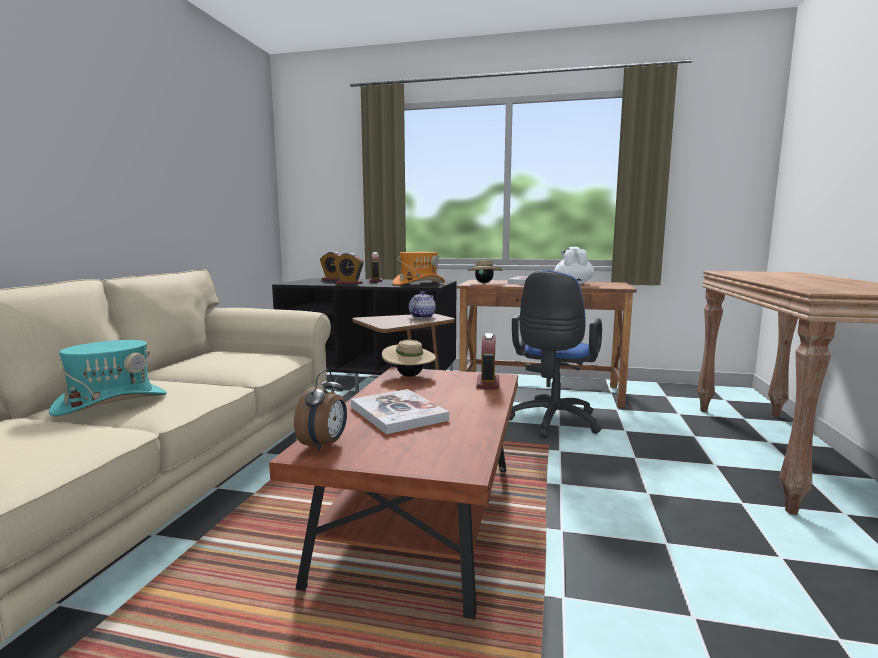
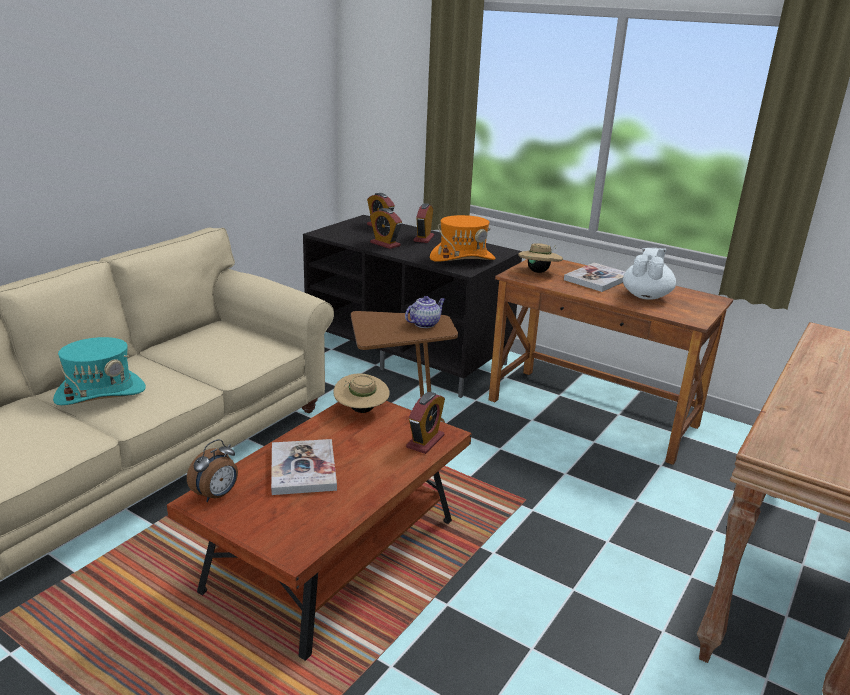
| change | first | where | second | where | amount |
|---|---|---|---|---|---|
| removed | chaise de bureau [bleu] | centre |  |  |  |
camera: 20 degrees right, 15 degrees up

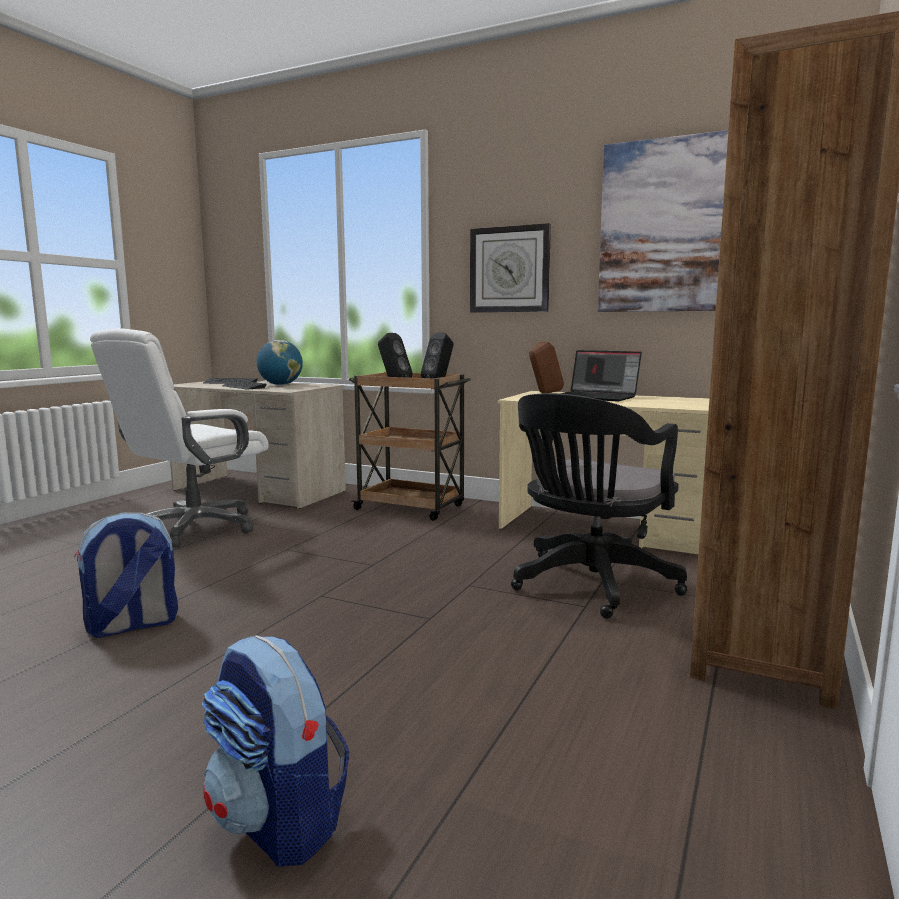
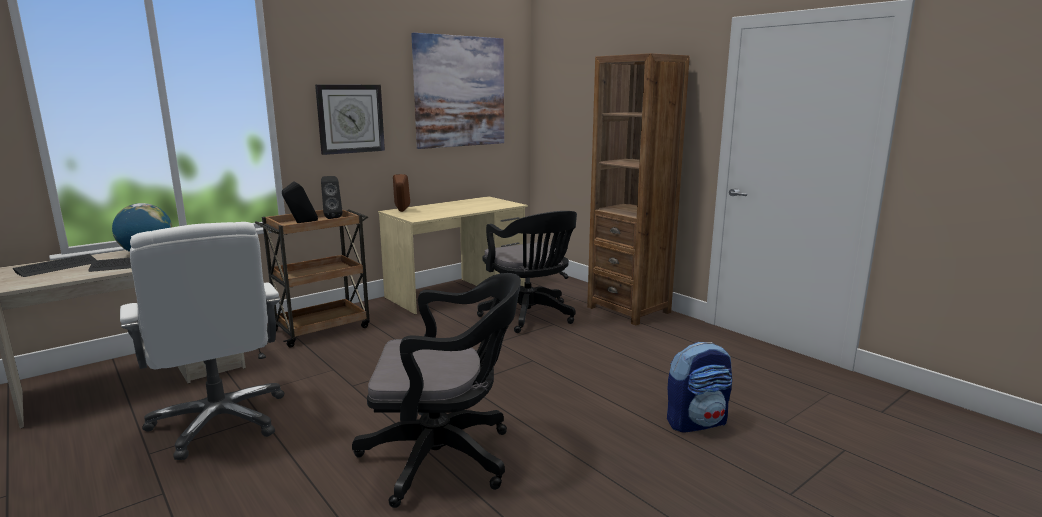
| change | first | where | second | where | amount |
|---|---|---|---|---|---|
| removed | ordinateur portable | middle right |  |  |  |
| replaced | sac à dos (1st from left) | middle left | chaise de bureau [noir] (1st from left) | bottom centre |  |
camera: 65 degrees left, 5 degrees up

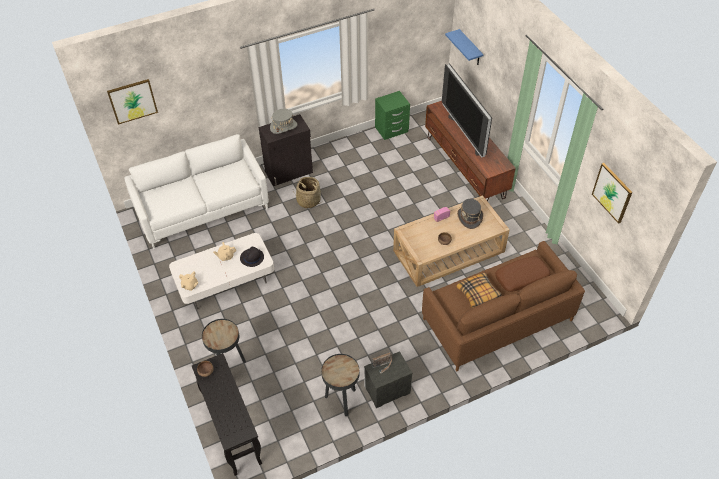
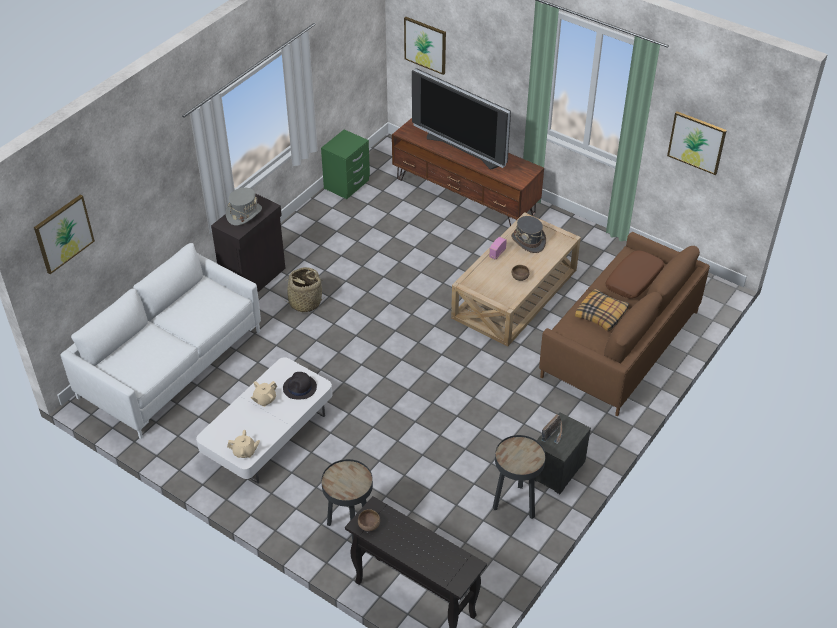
| change | first | where | second | where | amount |
|---|---|---|---|---|---|
| replaced | étagère [bleu] | top centre | tableau (2nd from left) | top centre |  |
camera: 30 degrees left, 5 degrees down

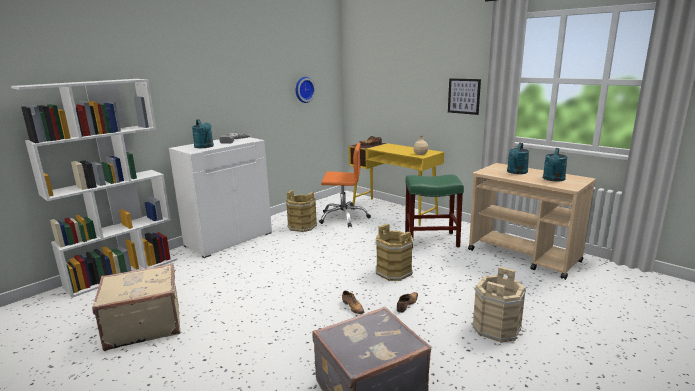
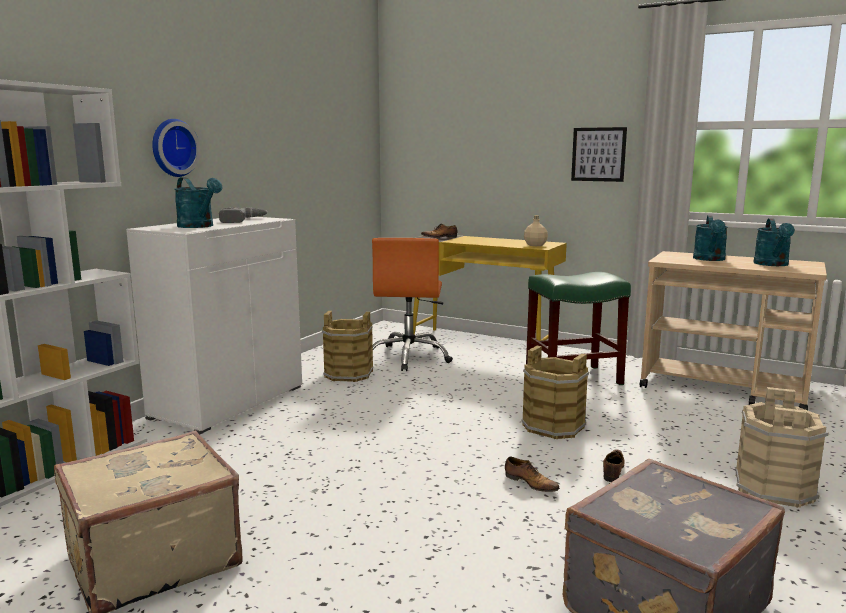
| change | first | where | second | where | amount |
|---|---|---|---|---|---|
| moved | horloge murale | top centre |  | top left |  |
| turned | chaise de bureau [orange] | centre |  | centre | 105 degrees clockwise |
camera: 15 degrees left, 5 degrees down

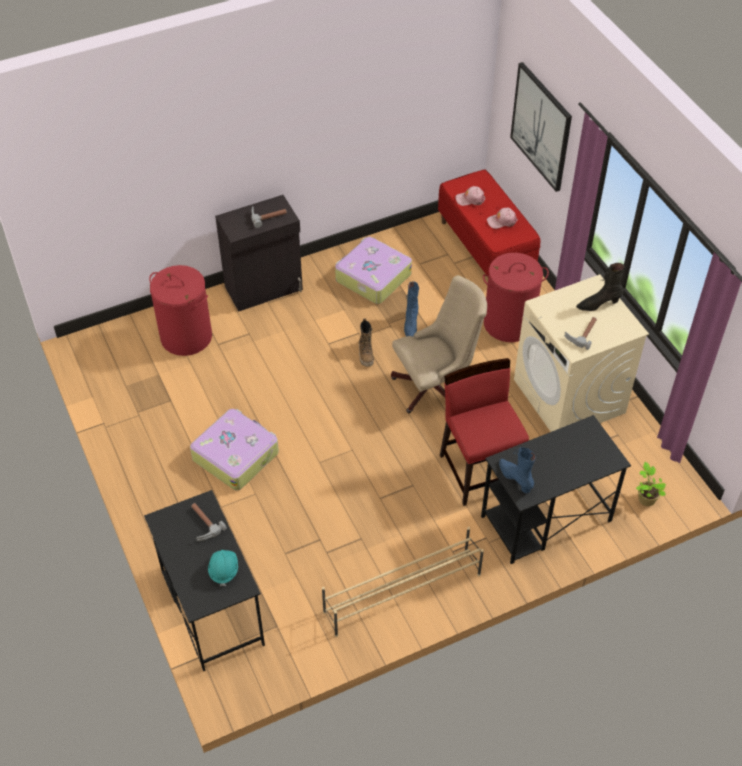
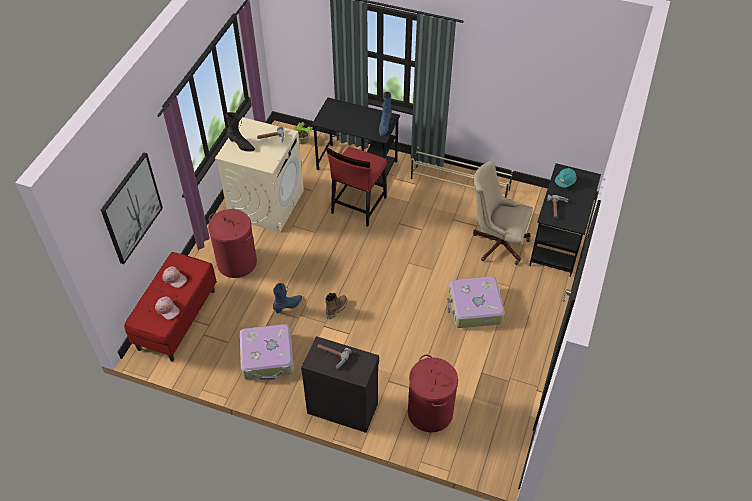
| change | first | where | second | where | amount |
|---|---|---|---|---|---|
| moved | chaise de bureau [beige] | centre |  | middle right |  |
camera: 135 degrees left, 0 degrees up

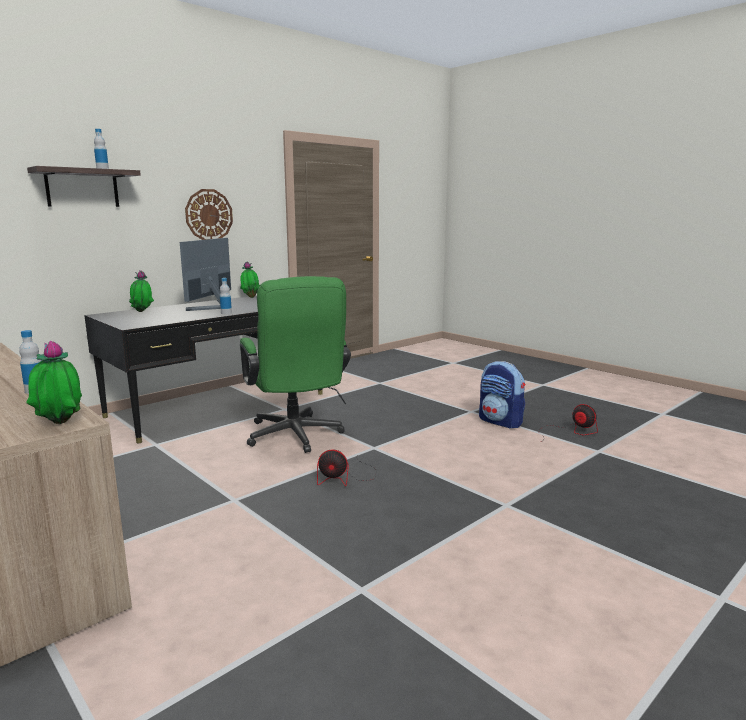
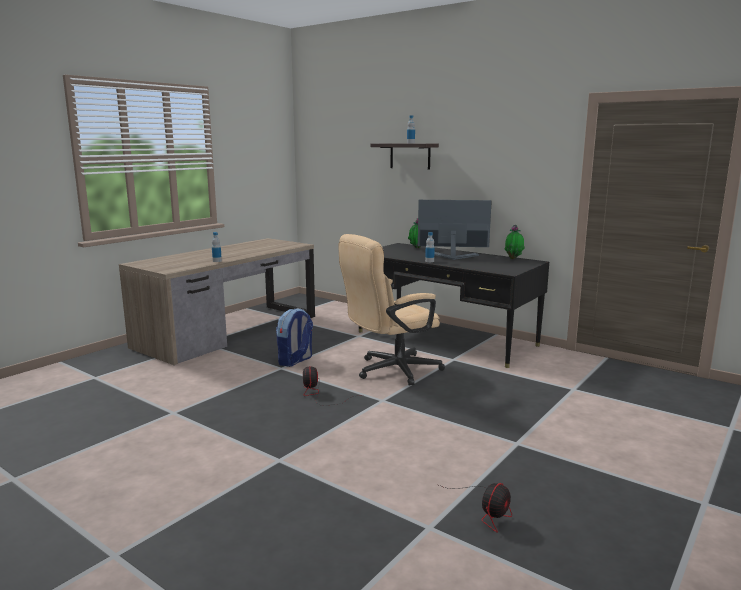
| change | first | where | second | where | amount |
|---|---|---|---|---|---|
| removed | plante en pot (1st from left) | middle left |  |  |  |
| removed | horloge murale | top left |  |  |  |
| moved | sac à dos | middle right |  | centre |  |
| recoloured | chaise de bureau [vert] | centre | chaise de bureau [beige] | centre |  |
camera: 80 degrees right, 0 degrees up

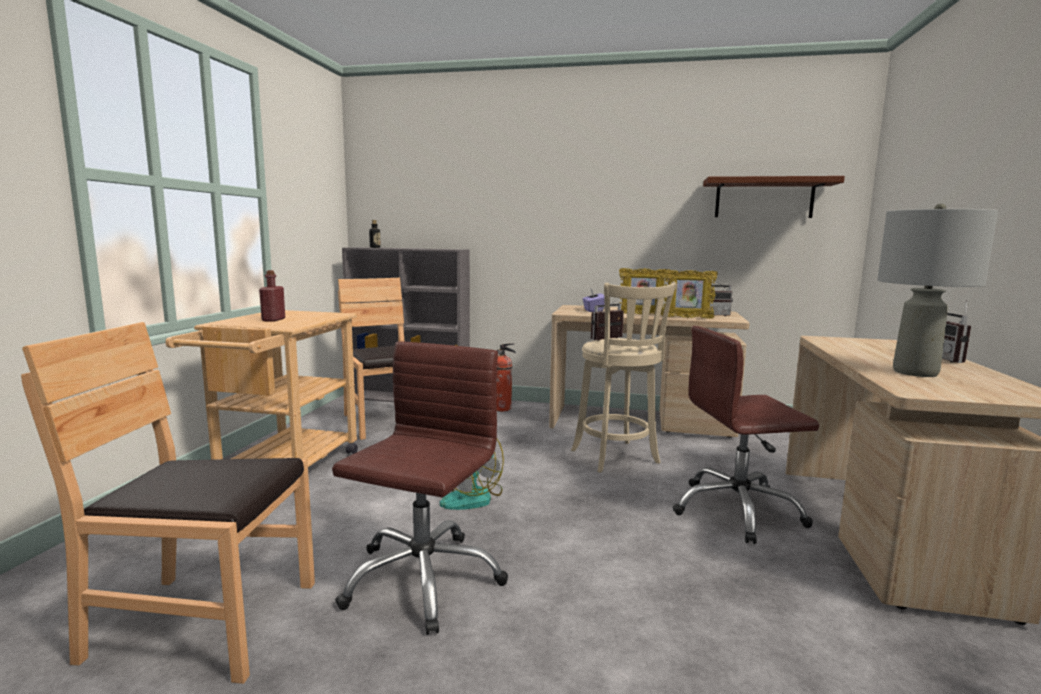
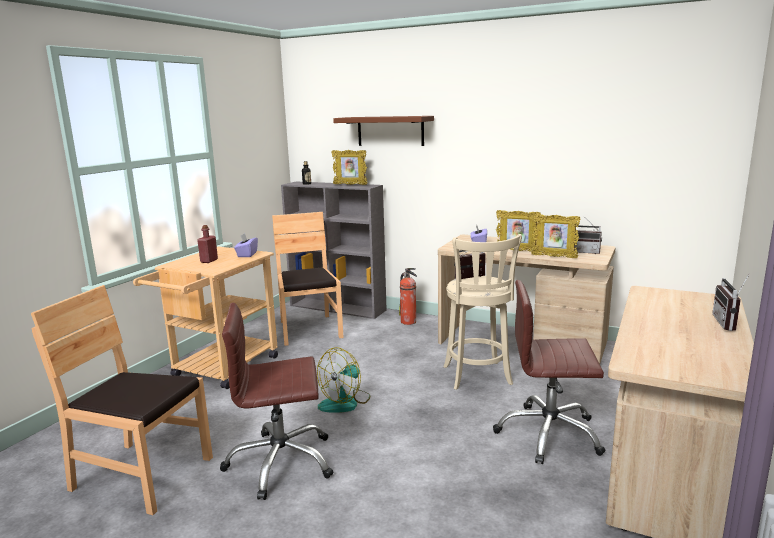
| change | first | where | second | where | amount |
|---|---|---|---|---|---|
| removed | lampe de table [gris] | middle right |  |  |  |
| added |  |  | boîte à mouchoirs [violet] (1st from left) | middle left |  |
| added |  |  | cadre photo (1st from left) | top centre |  |
| moved | étagère [marron] | top right |  | top centre |  |
| turned | chaise de bureau [marron] (1st from left) | bottom centre |  | bottom centre | 135 degrees counterclockwise |
camera: 15 degrees right, 5 degrees up

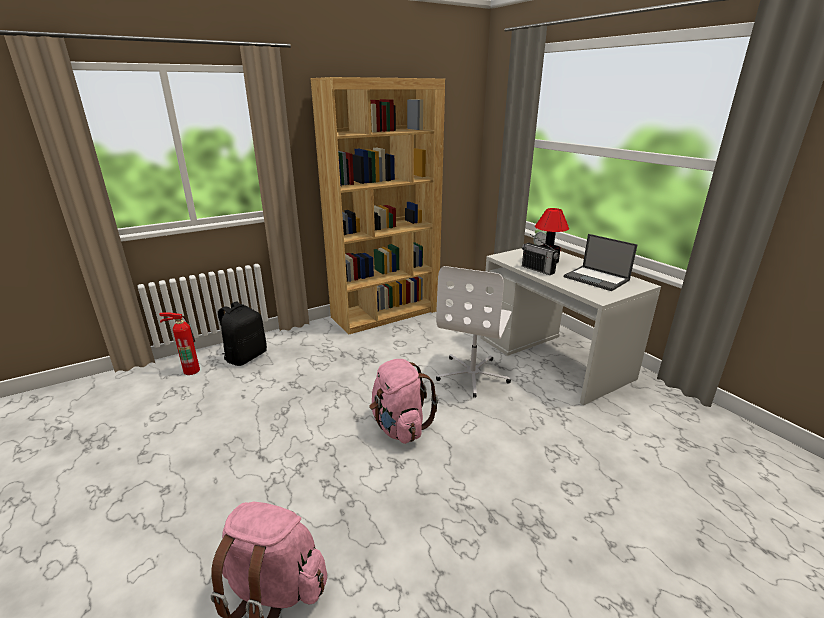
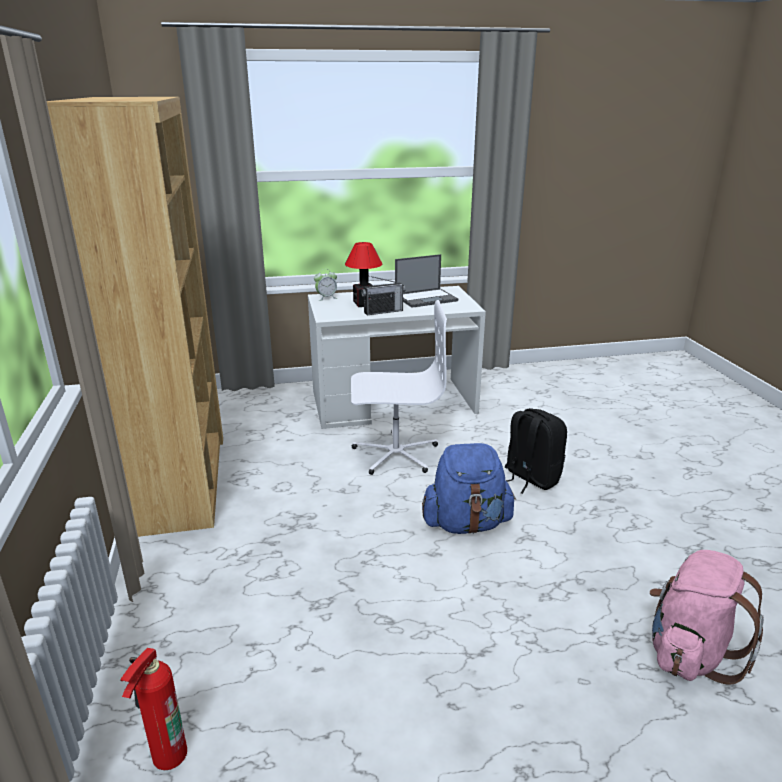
| change | first | where | second | where | amount |
|---|---|---|---|---|---|
| moved | sac à dos [noir] | middle left |  | middle right |  |
| recoloured | sac à dos [rose] (2nd from left) | centre | sac à dos [bleu] | centre |  |
| turned | chaise de bureau [blanc] | centre |  | centre | 45 degrees counterclockwise |
camera: 70 degrees left, 0 degrees up

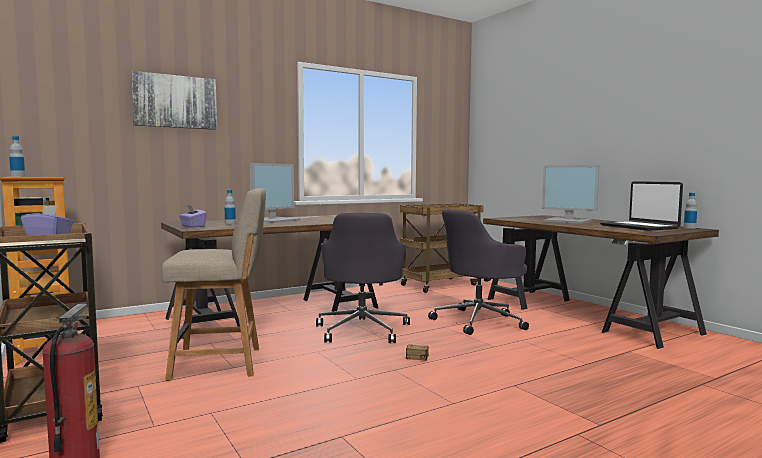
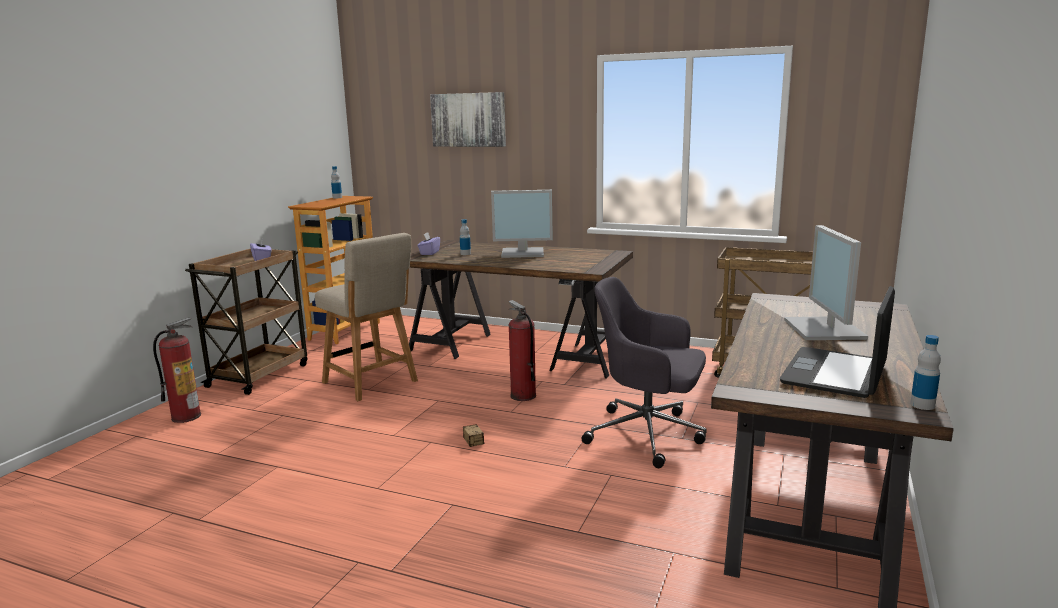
| change | first | where | second | where | amount |
|---|---|---|---|---|---|
| replaced | chaise de bureau [gris] (1st from left) | centre | extincteur (2nd from left) | centre |  |
camera: 55 degrees right, 10 degrees up

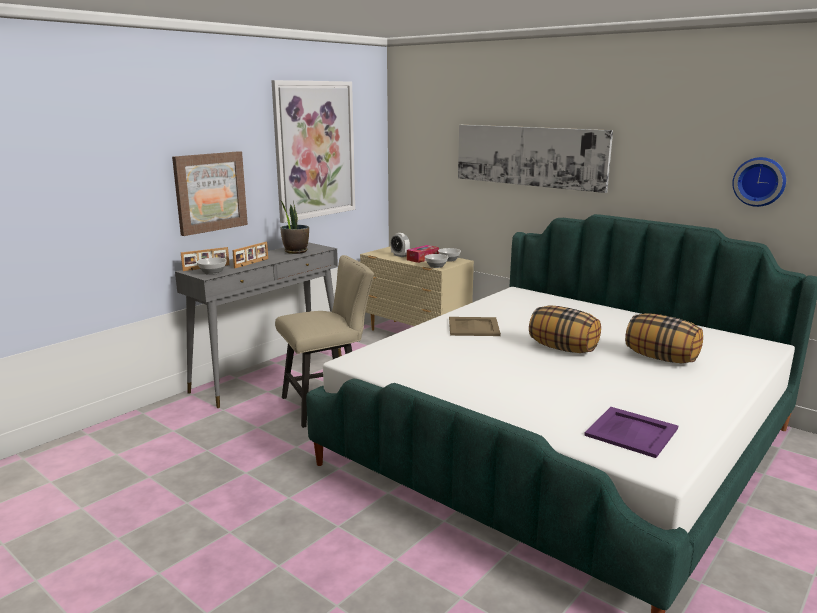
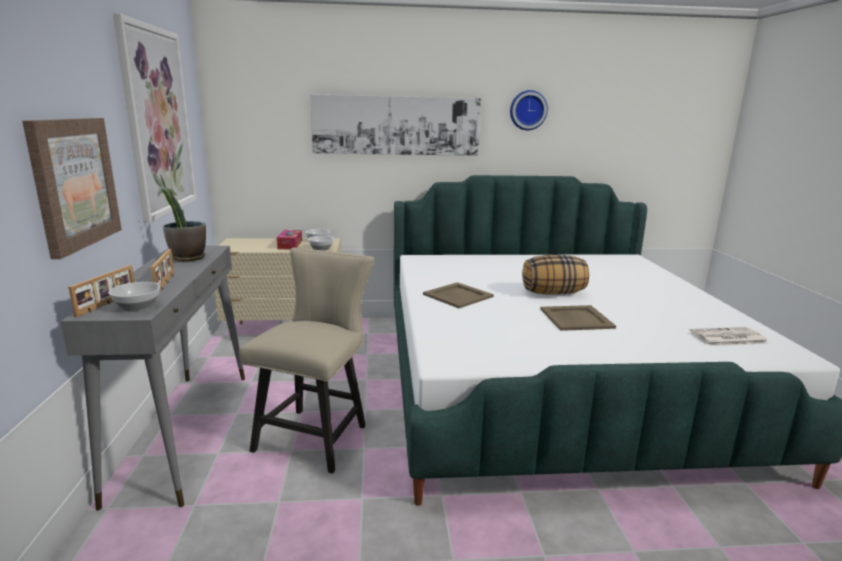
| change | first | where | second | where | amount |
|---|---|---|---|---|---|
| removed | réveil | centre |  |  |  |
| removed | coussin (2nd from left) | middle right |  |  |  |
| added |  |  | plateau [beige] (2nd from left) | middle right |  |
| moved | horloge murale | top right |  | top centre |  |
| replaced | plateau [violet] | bottom right | journal | middle right |  |
camera: 45 degrees left, 0 degrees up

